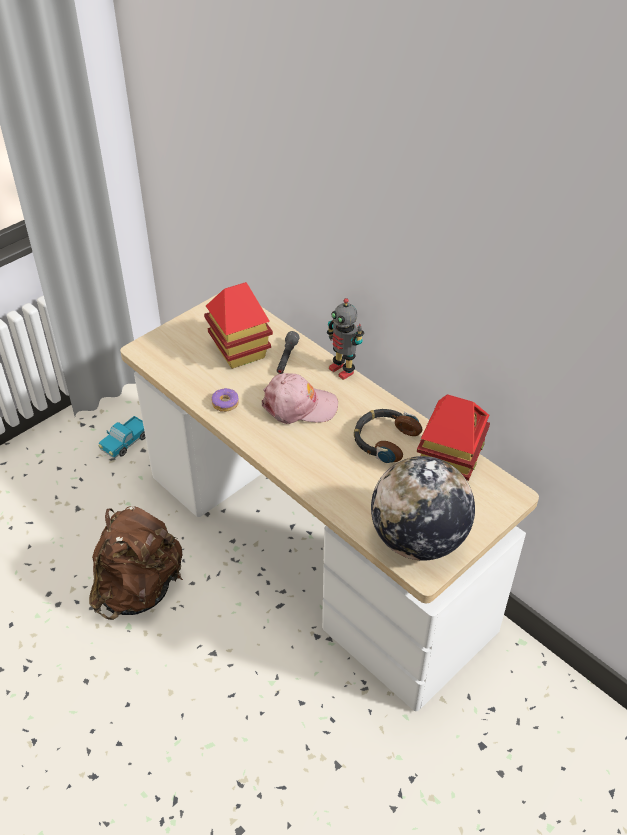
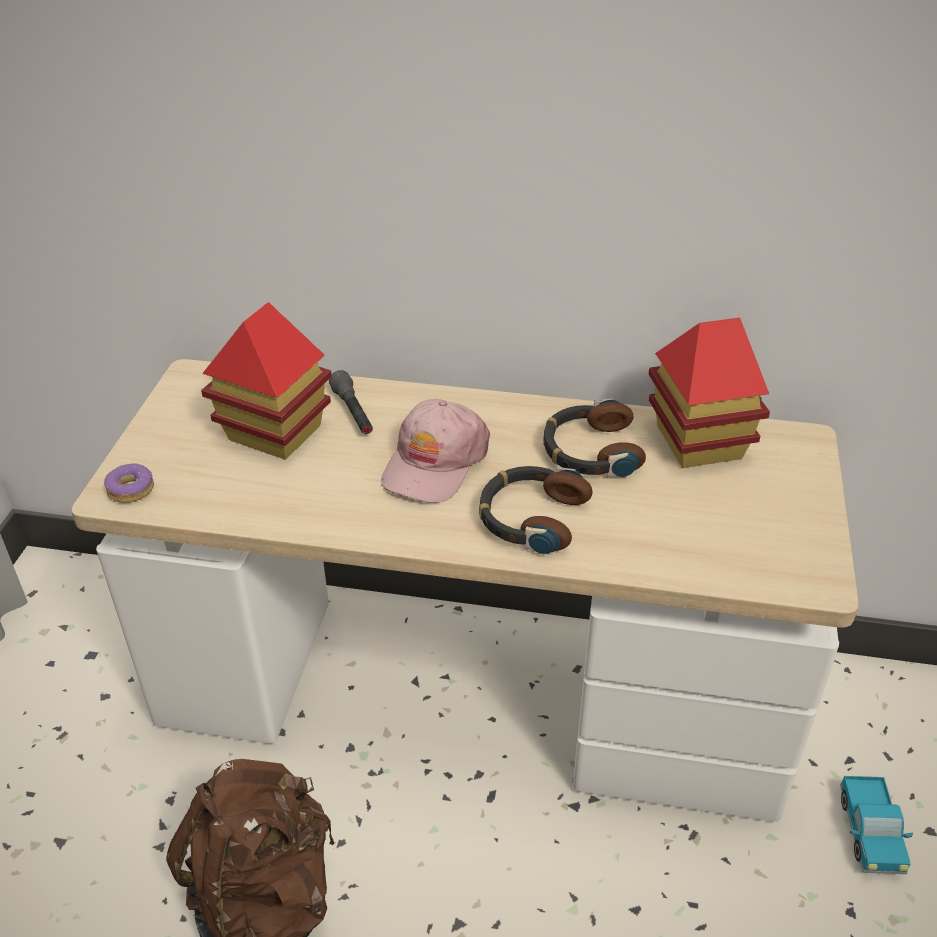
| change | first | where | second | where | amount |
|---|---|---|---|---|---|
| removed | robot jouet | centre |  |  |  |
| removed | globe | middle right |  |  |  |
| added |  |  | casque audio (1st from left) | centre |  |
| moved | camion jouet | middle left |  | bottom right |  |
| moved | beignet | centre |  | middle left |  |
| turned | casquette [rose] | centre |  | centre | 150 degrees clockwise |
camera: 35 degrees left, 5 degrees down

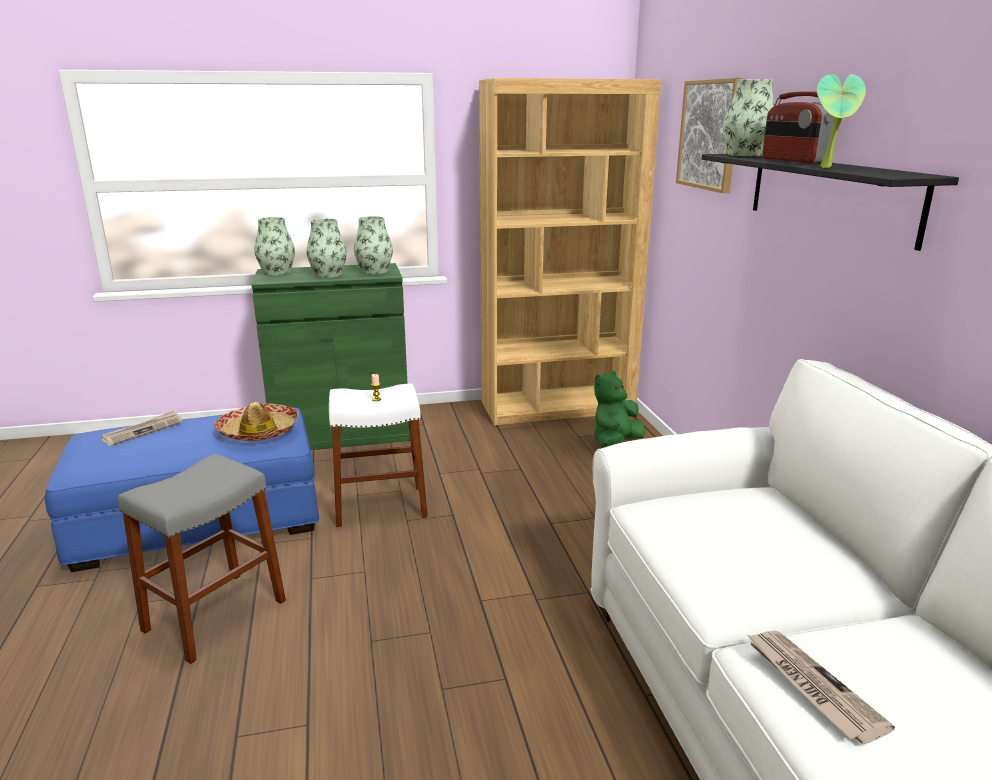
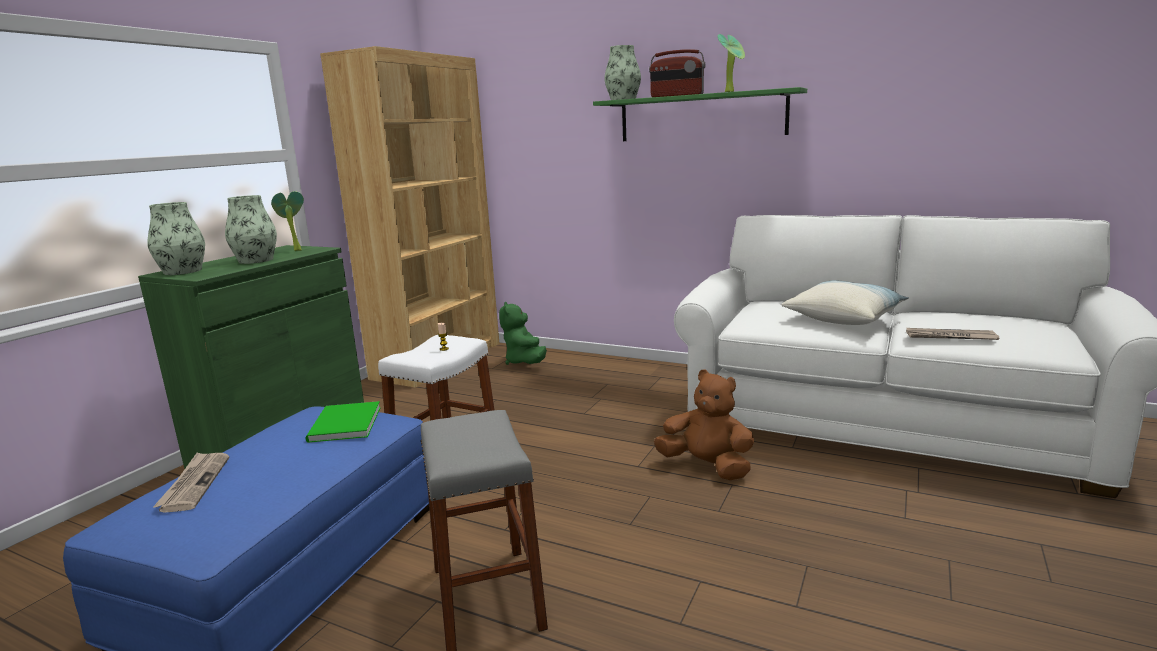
| change | first | where | second | where | amount |
|---|---|---|---|---|---|
| removed | tableau | top right |  |  |  |
| added |  |  | peluche [marron] | centre |  |
| added |  |  | coussin | middle right |  |
| replaced | chapeau | middle left | livre [vert] | middle left |  |
| replaced | vase (3rd from left) | top centre | plante en pot (1st from left) | middle left |  |
| recoloured | étagère [noir] | top right | étagère [vert] | top centre |  |
camera: 50 degrees left, 5 degrees down

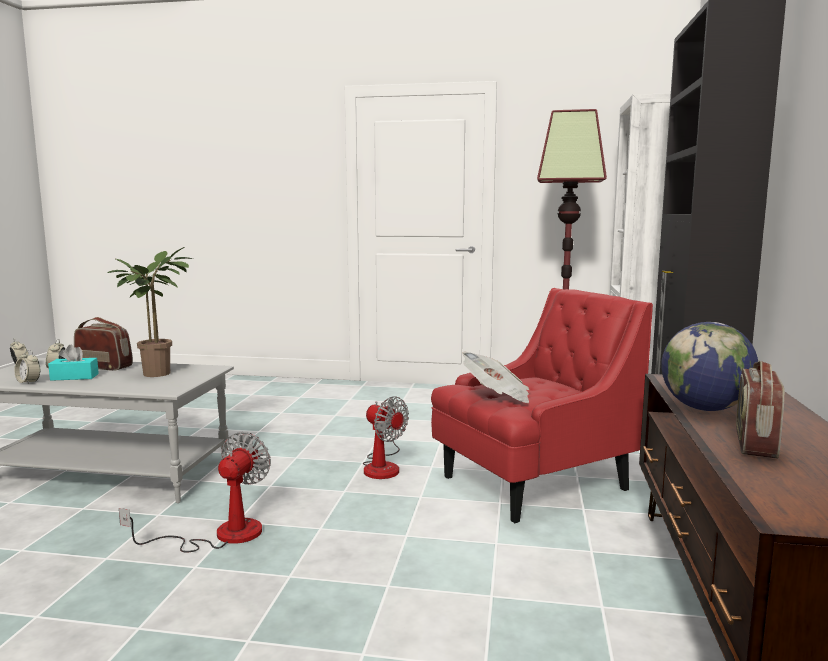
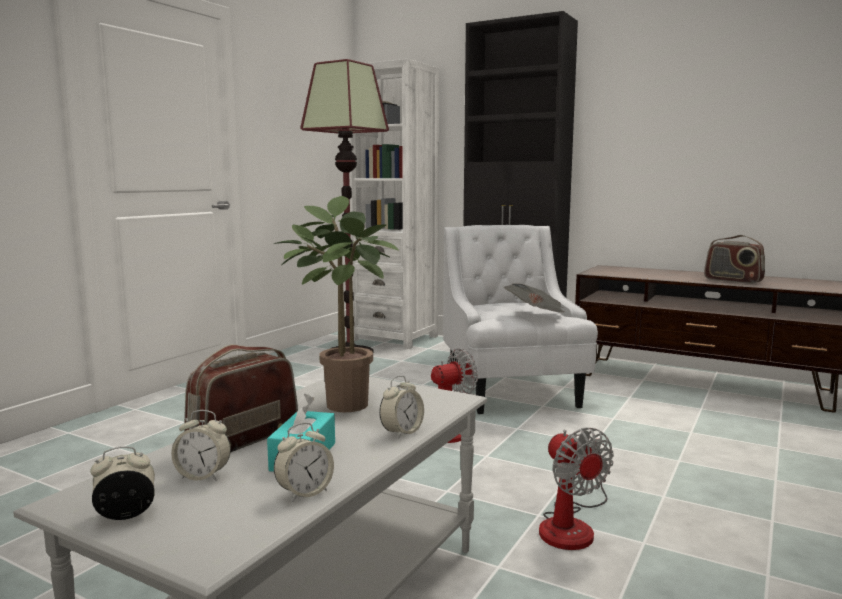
| change | first | where | second | where | amount |
|---|---|---|---|---|---|
| removed | globe | middle right |  |  |  |
| added |  |  | réveil (4th from left) | bottom centre |  |
| recoloured | fauteuil [rouge] | centre | fauteuil [blanc] | centre |  |
| turned | ventilateur (1st from left in the first image) | bottom left | ventilateur (2nd from left) | bottom right | 150 degrees counterclockwise |
camera: 70 degrees left, 0 degrees up

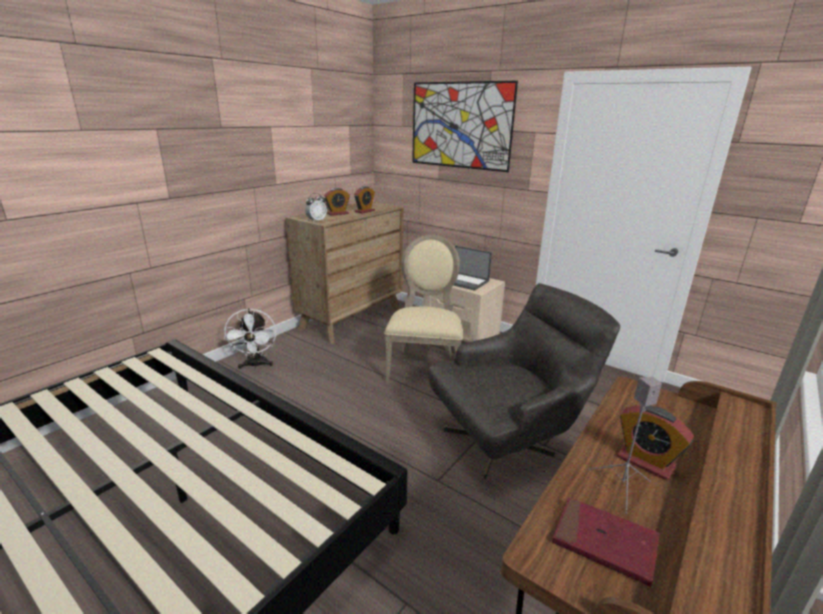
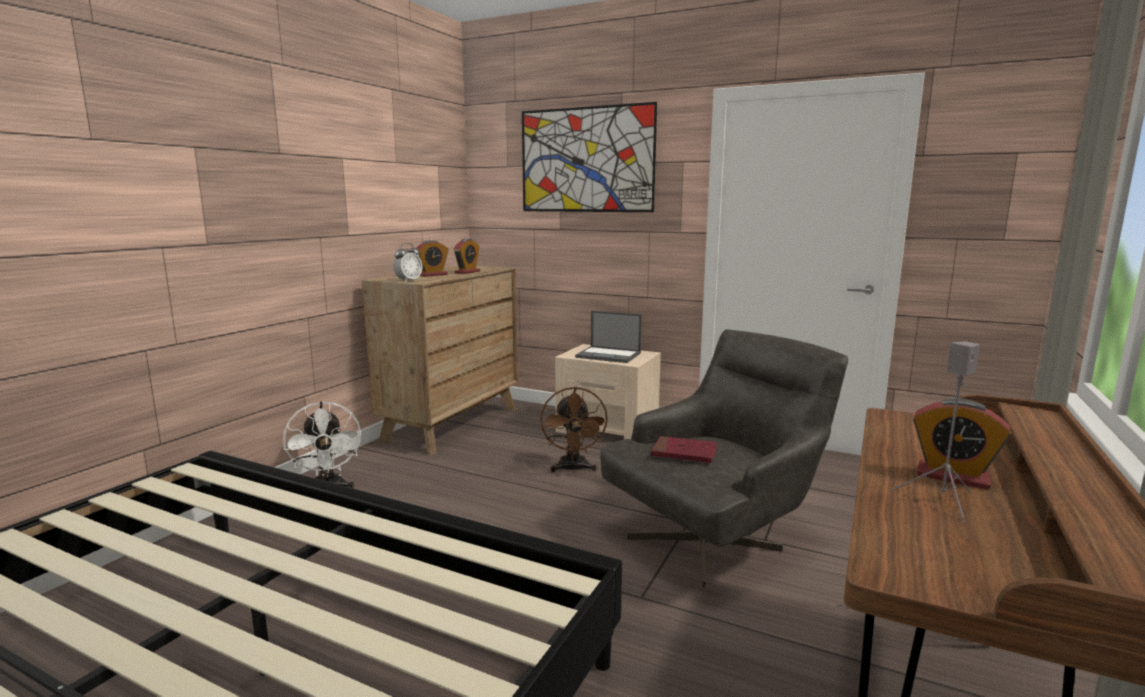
| change | first | where | second | where | amount |
|---|---|---|---|---|---|
| moved | livre [rouge] | bottom right |  | centre |  |
| replaced | chaise [beige] | centre | ventilateur [marron] | centre |  |
camera: 10 degrees left, 10 degrees down

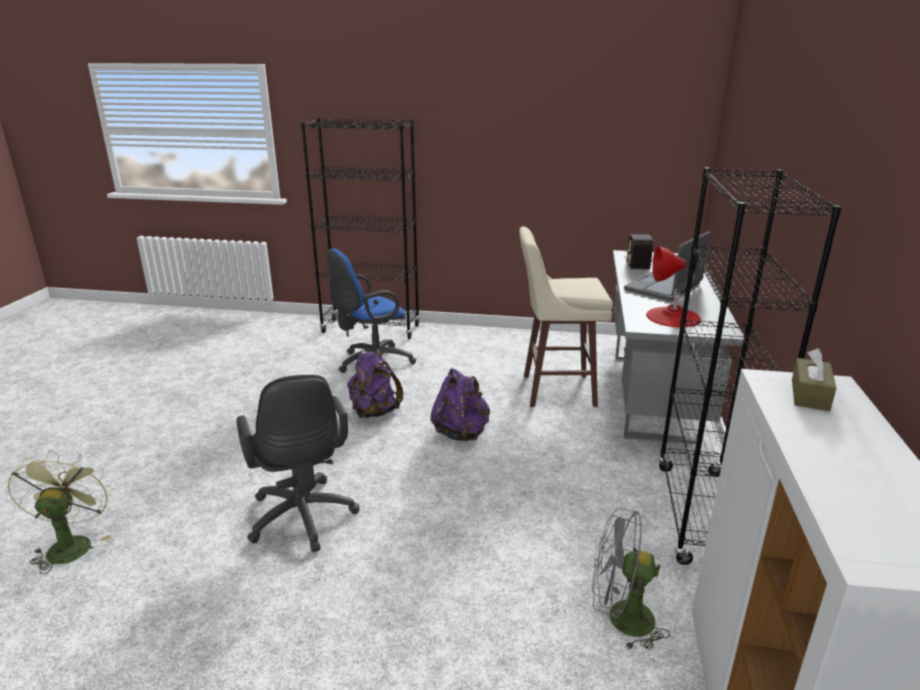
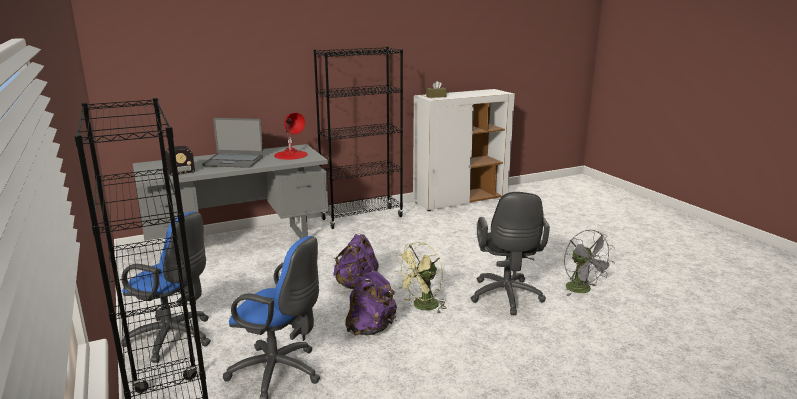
| change | first | where | second | where | amount |
|---|---|---|---|---|---|
| removed | tabouret [beige] | centre |  |  |  |
| added |  |  | chaise de bureau [bleu] (1st from left) | bottom left |  |
| moved | ventilateur [vert] | bottom left |  | bottom centre |  |
| moved | ventilateur [gris] | bottom right |  | middle right |  |
| turned | chaise de bureau [noir] | bottom left |  | centre | 150 degrees clockwise |
camera: 125 degrees left, 5 degrees down

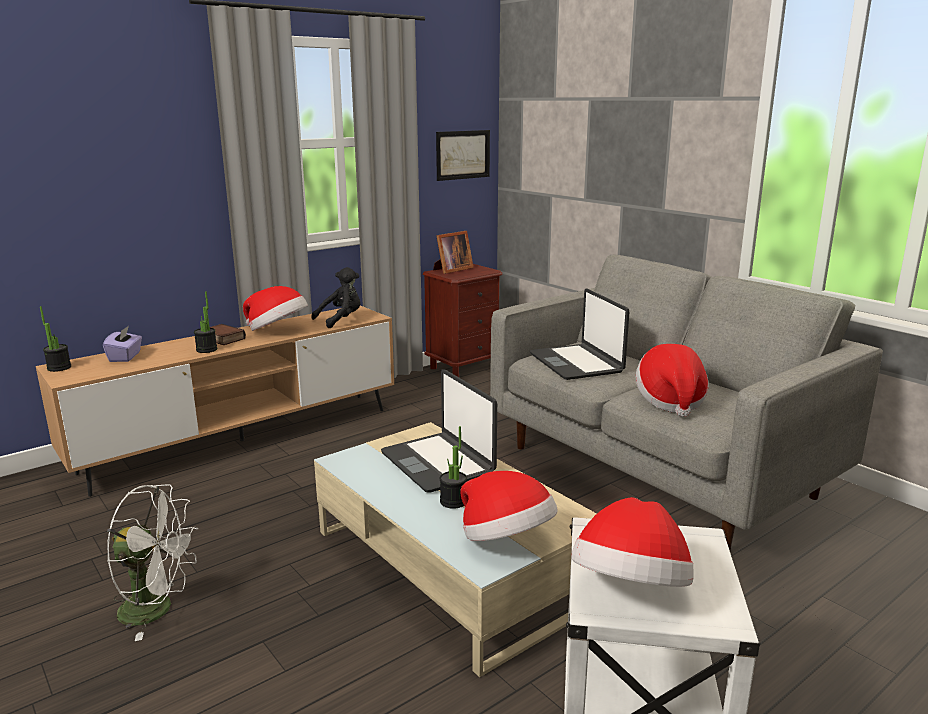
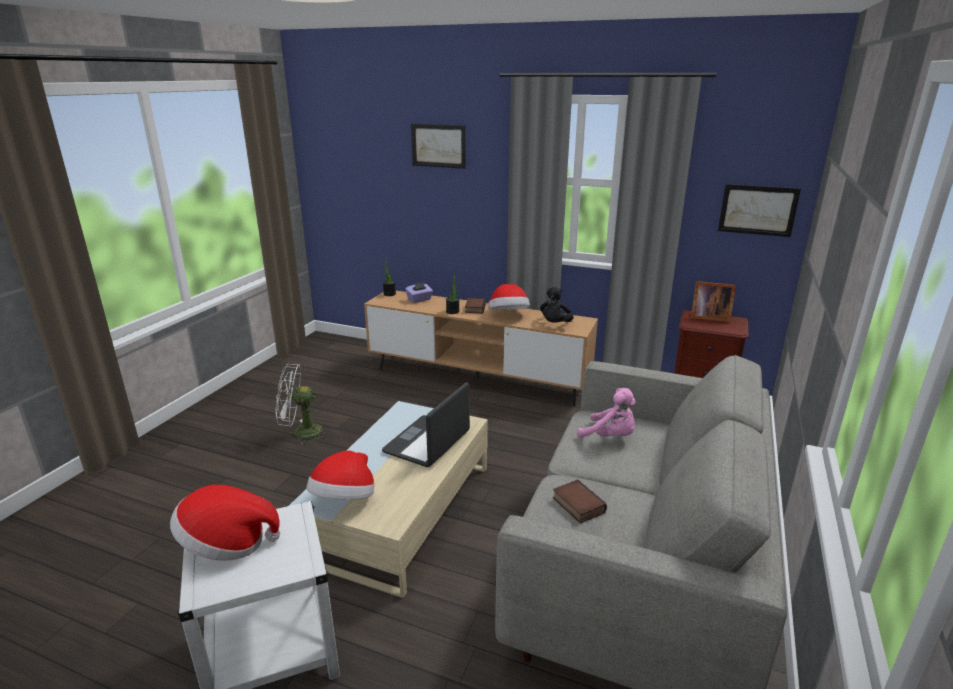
| change | first | where | second | where | amount |
|---|---|---|---|---|---|
| removed | plante en pot (3rd from left) | centre |  |  |  |
| added |  |  | tableau (1st from left) | top centre |  |
| replaced | ordinateur portable (2nd from left) | centre | peluche [rose] | centre |  |
| replaced | chapeau (4th from left) | middle right | livre (2nd from left) | bottom centre |  |
| turned | ventilateur [blanc] | bottom left |  | middle left | 105 degrees clockwise |
| turned | peluche [noir] | centre |  | centre | 90 degrees clockwise |
camera: 60 degrees right, 5 degrees up

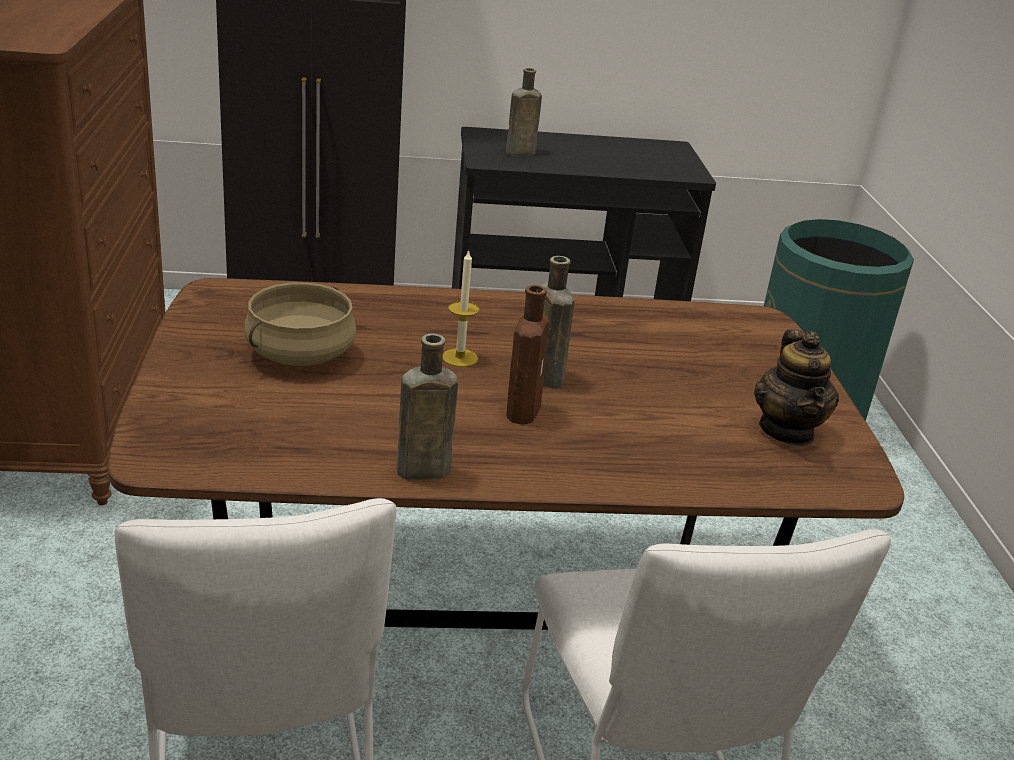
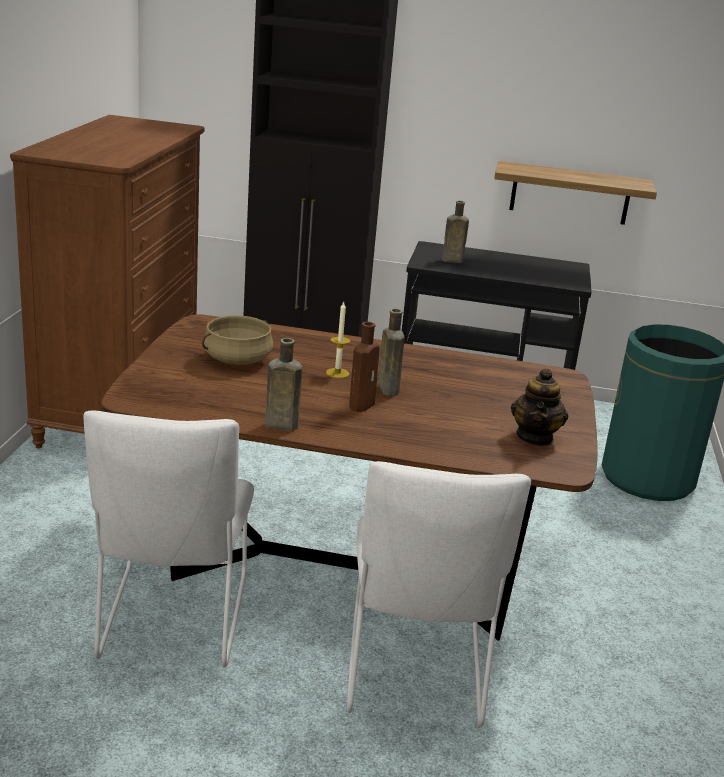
| change | first | where | second | where | amount |
|---|---|---|---|---|---|
| added |  |  | étagère | top right |  |
camera: 15 degrees right, 5 degrees down

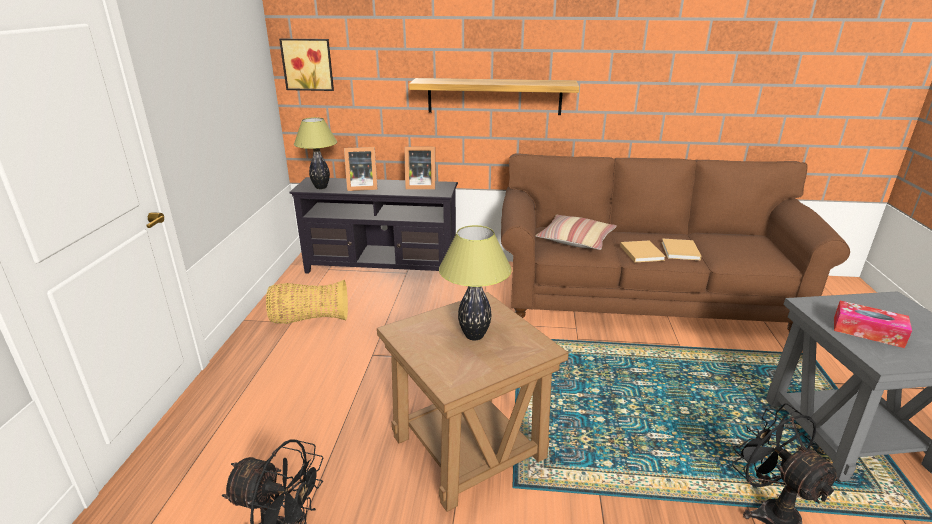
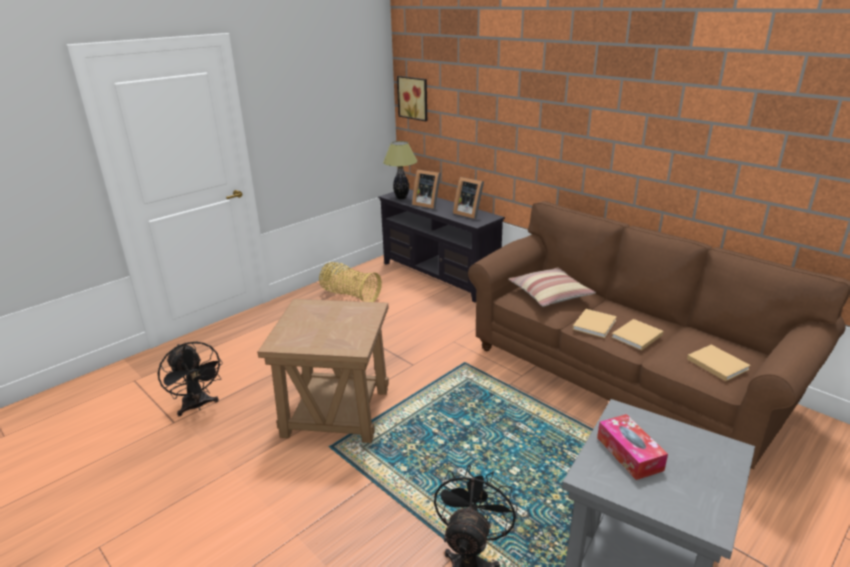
| change | first | where | second | where | amount |
|---|---|---|---|---|---|
| removed | étagère | top centre |  |  |  |
| removed | lampe de table (2nd from left) | centre |  |  |  |
| added |  |  | livre [beige] (3rd from left) | middle right |  |
camera: 40 degrees right, 0 degrees up

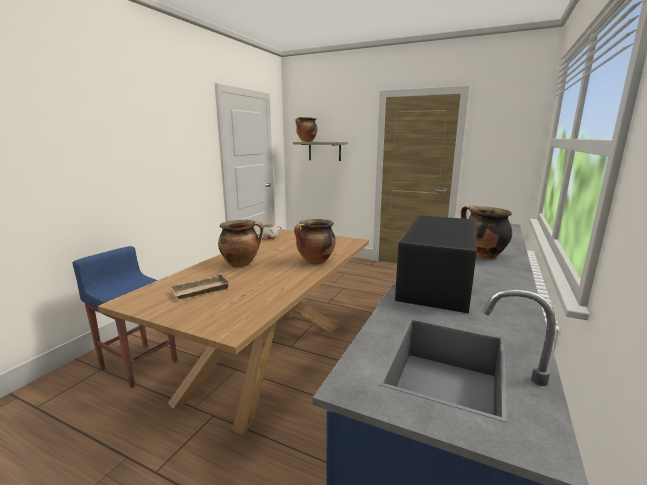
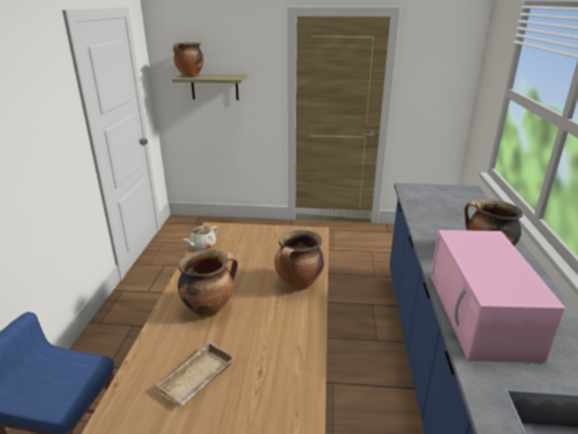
| change | first | where | second | where | amount |
|---|---|---|---|---|---|
| recoloured | micro-ondes [noir] | middle right | micro-ondes [rose] | bottom right |  |
camera: 20 degrees left, 10 degrees up

